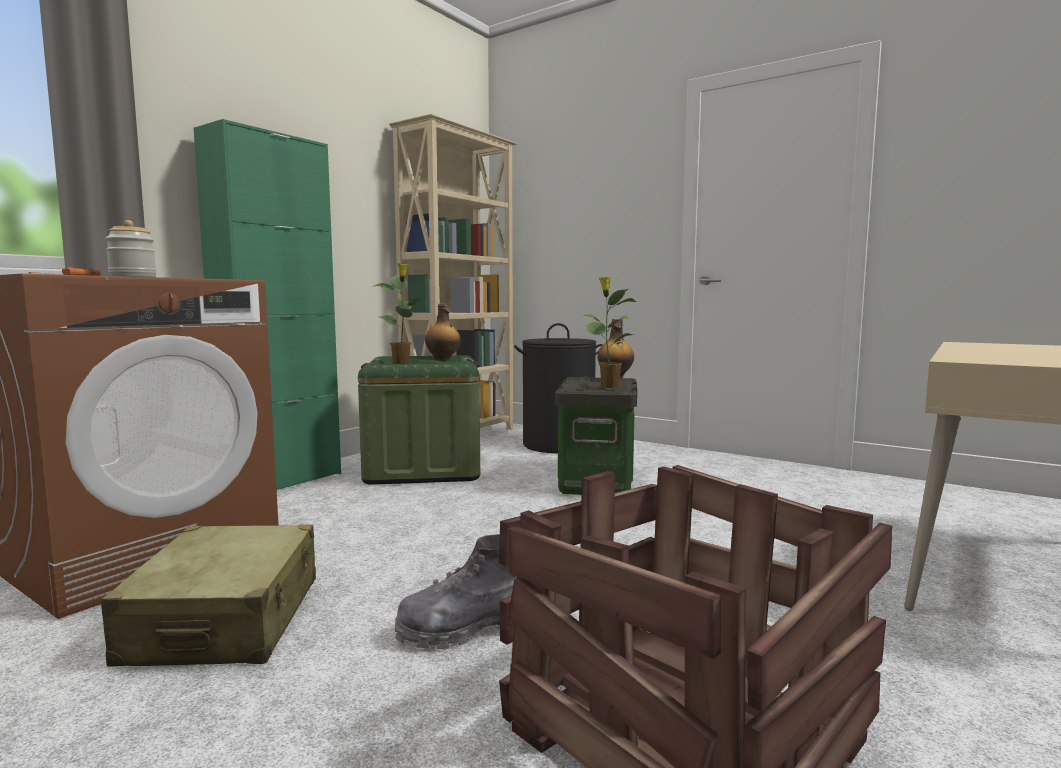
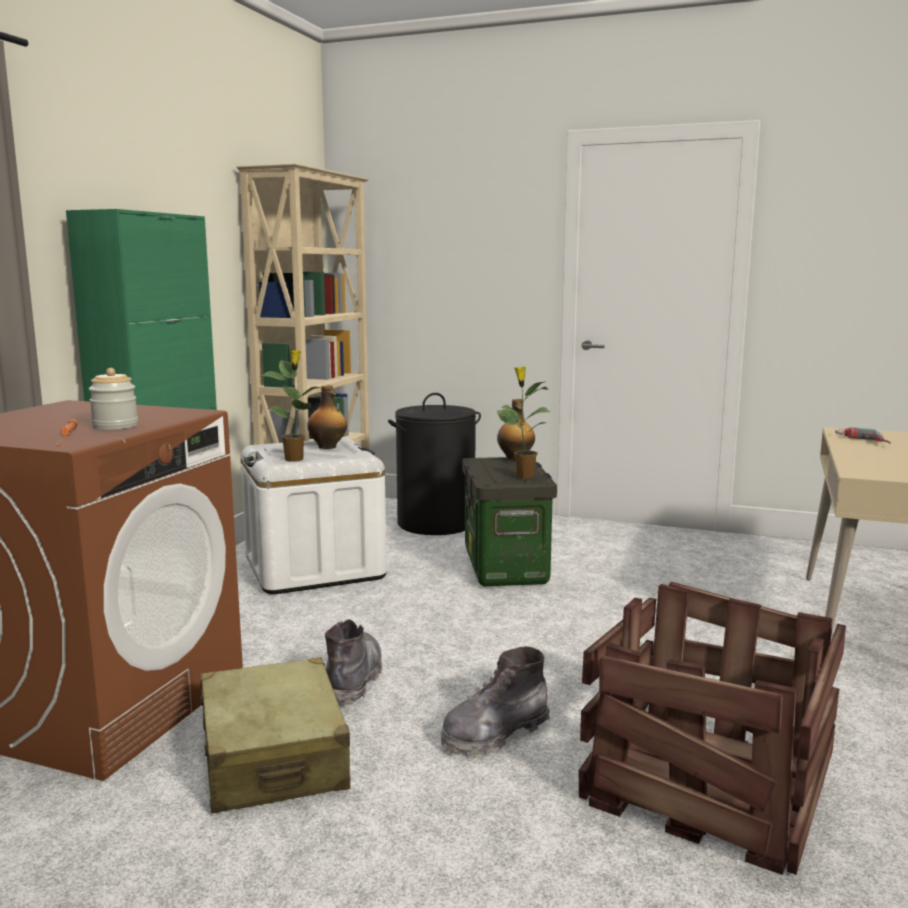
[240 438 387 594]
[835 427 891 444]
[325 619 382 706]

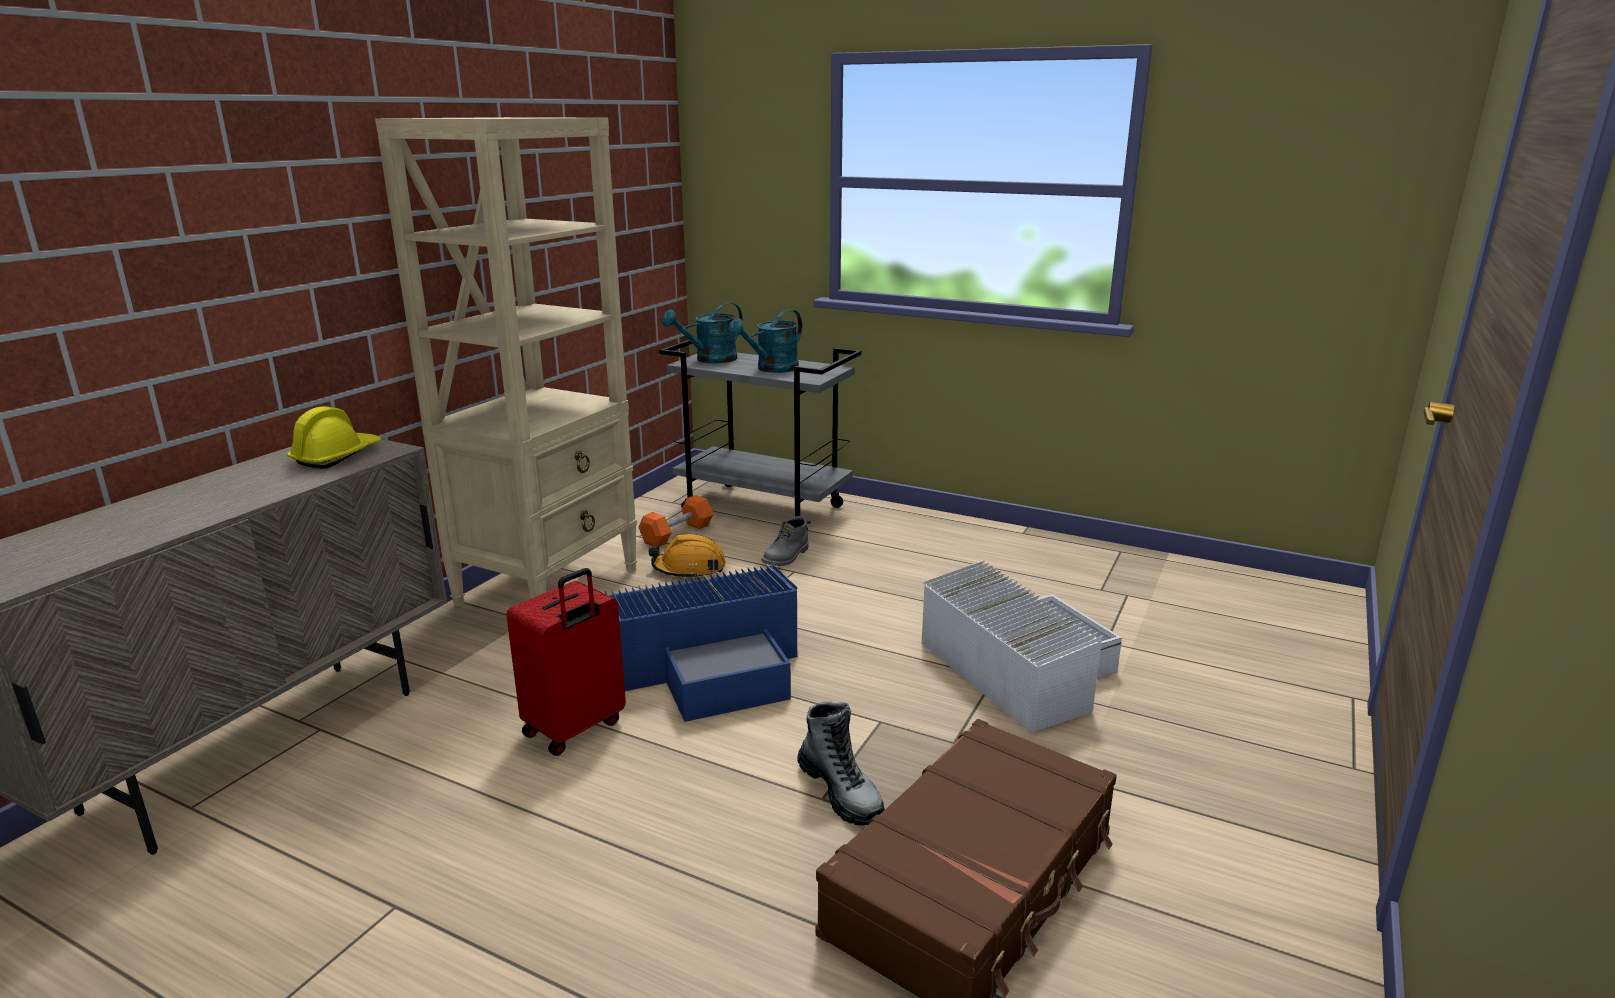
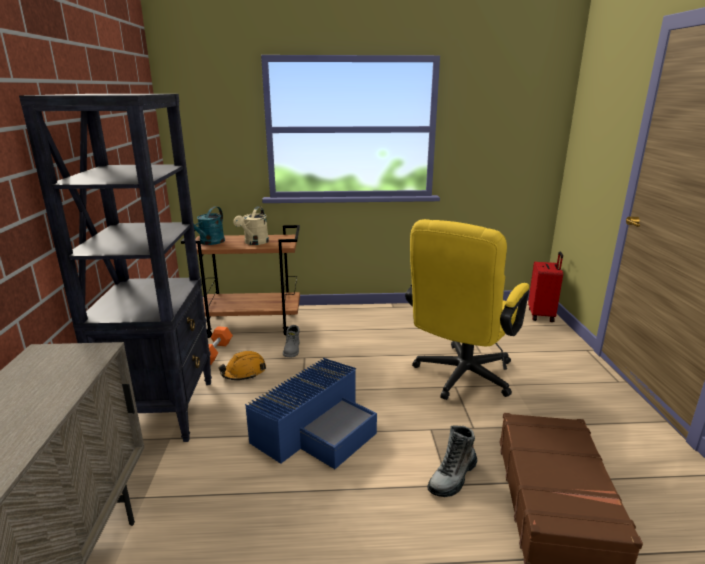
[19 94 212 442]
[234 206 269 245]
[181 225 300 338]
[287 406 381 469] (first image)
[405 219 529 400]
[528 251 563 322]
[427 426 478 497]

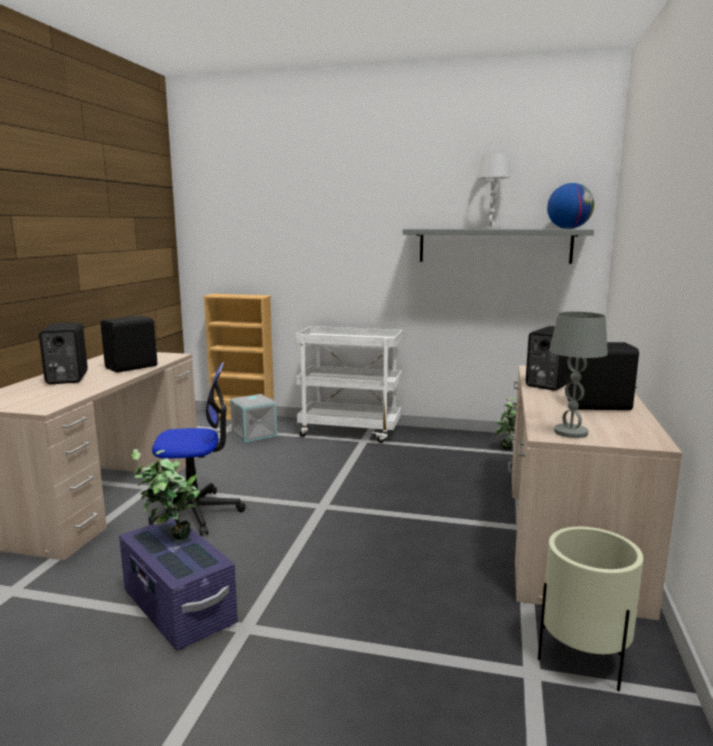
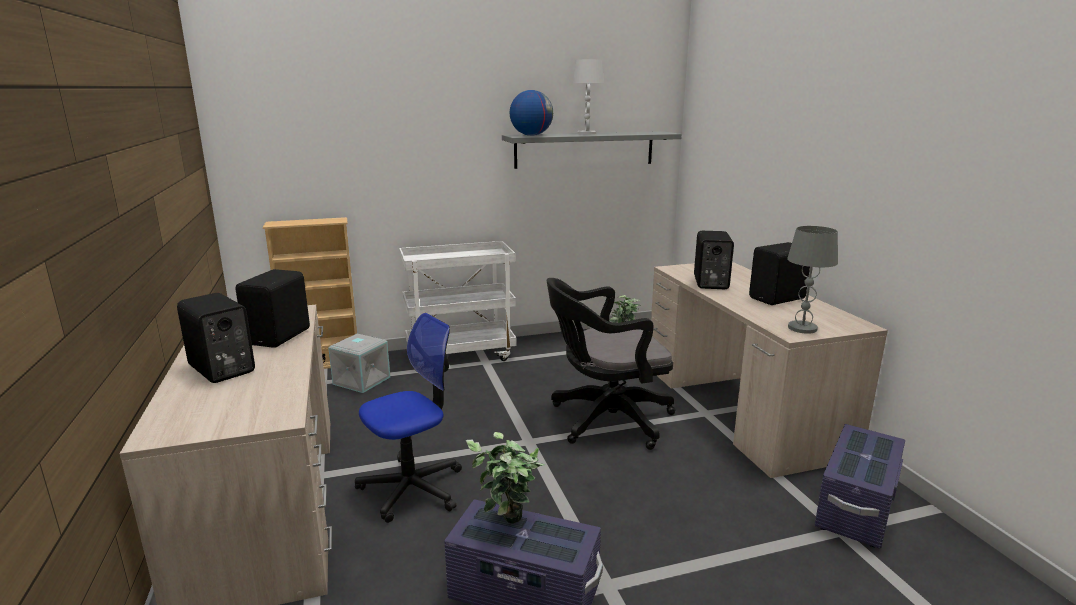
[510 90 553 136]
[815 424 905 549]
[546 278 675 450]

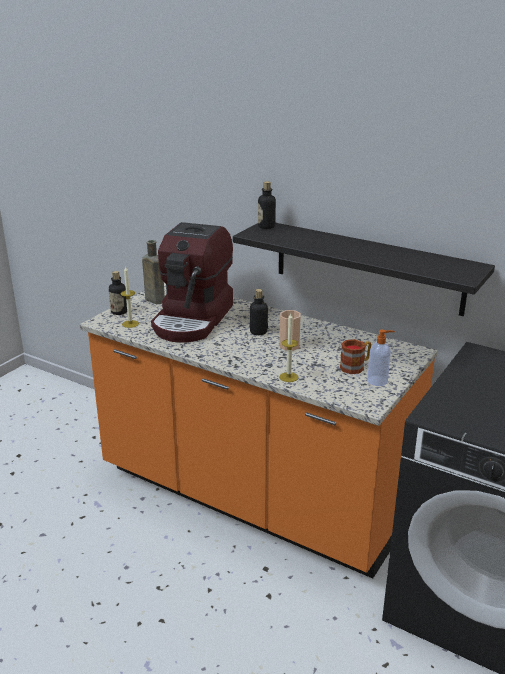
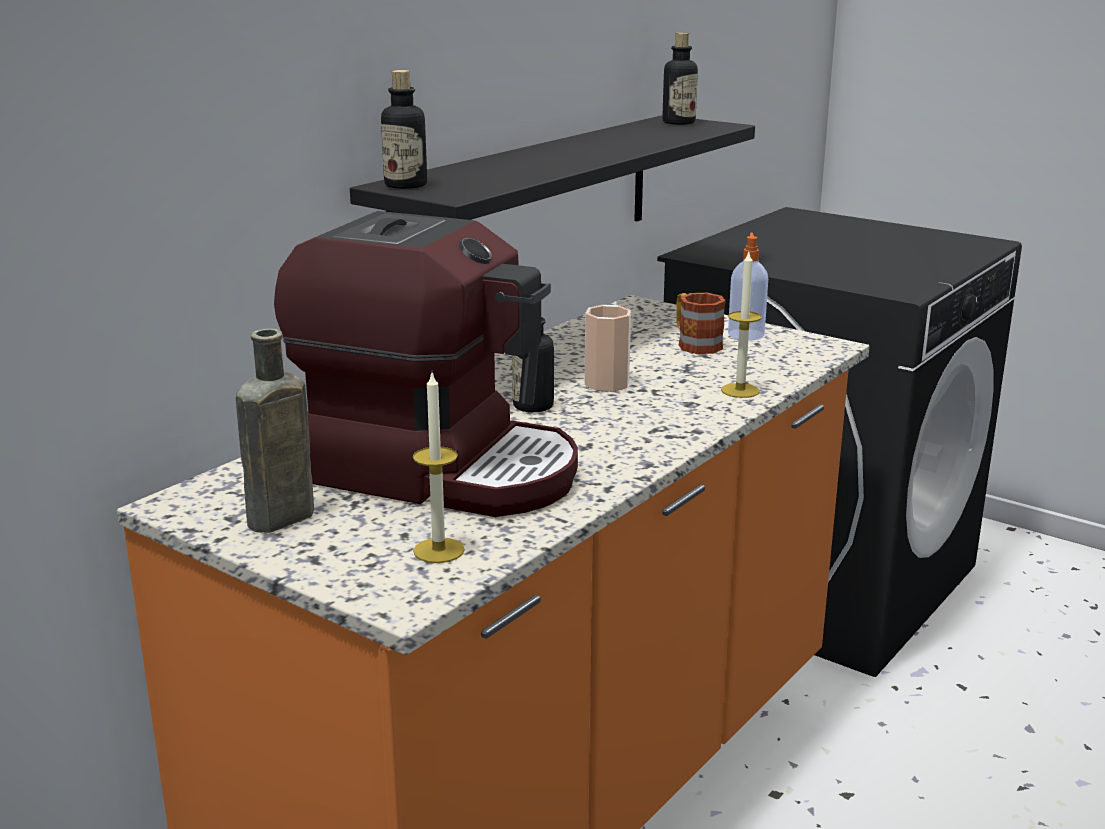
[662 32 698 125]

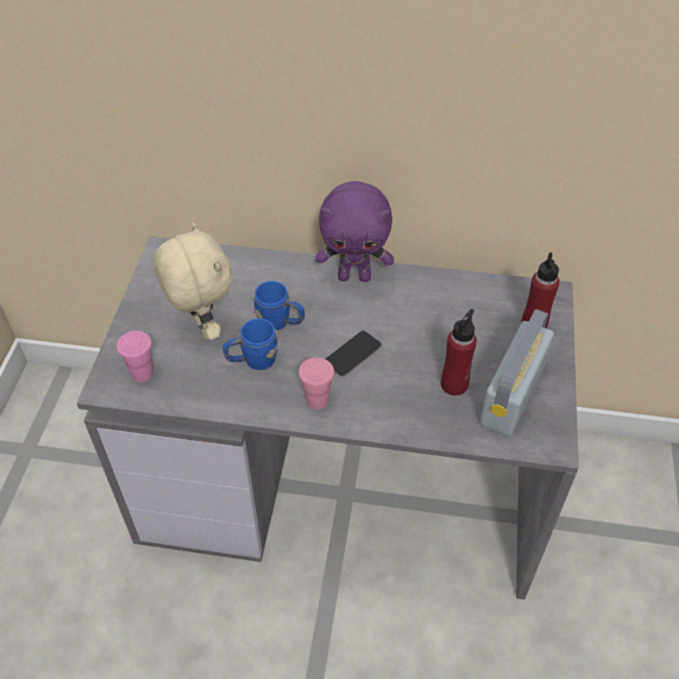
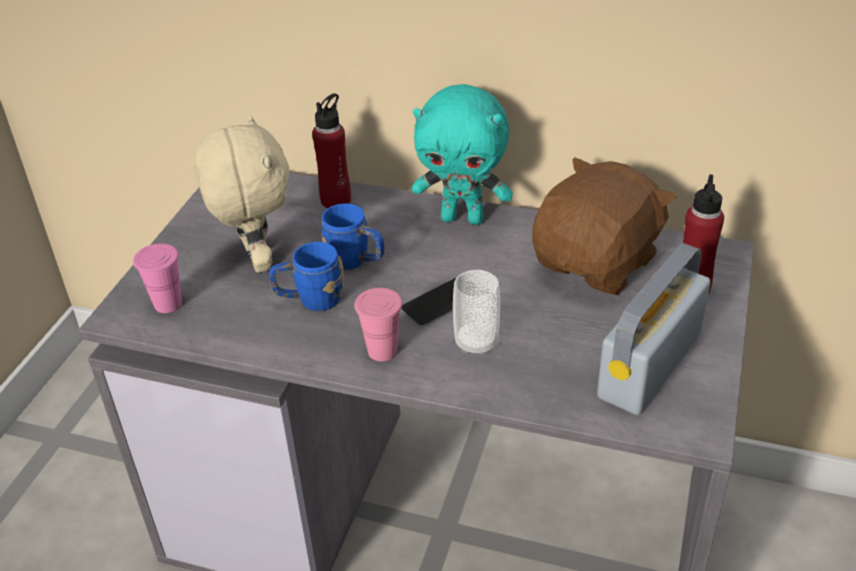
[412 84 513 225]
[312 93 351 208]
[532 157 677 295]
[453 270 500 356]

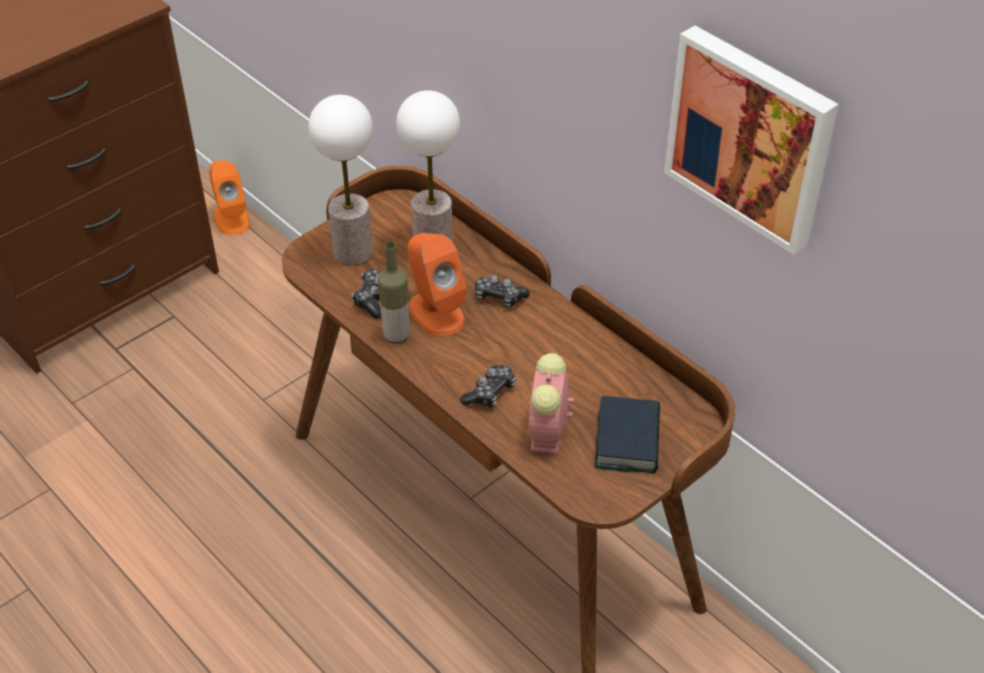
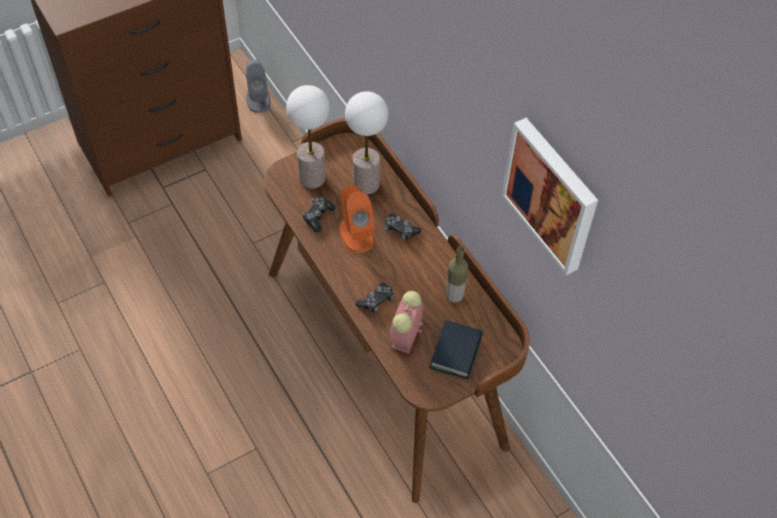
[246 59 270 113]
[446 246 468 303]

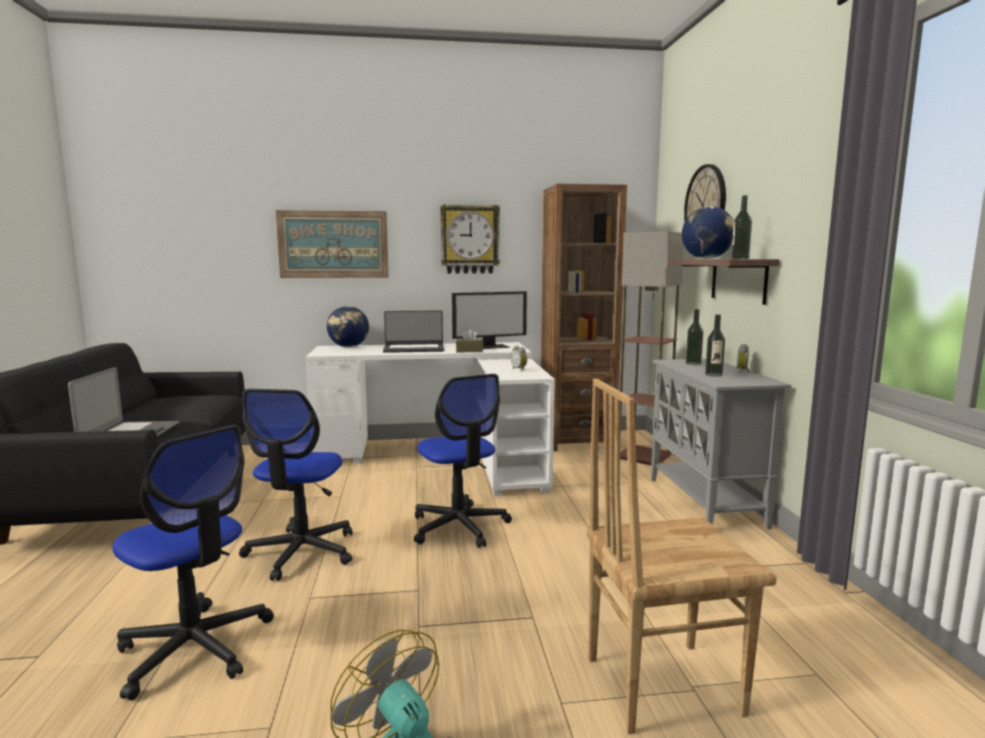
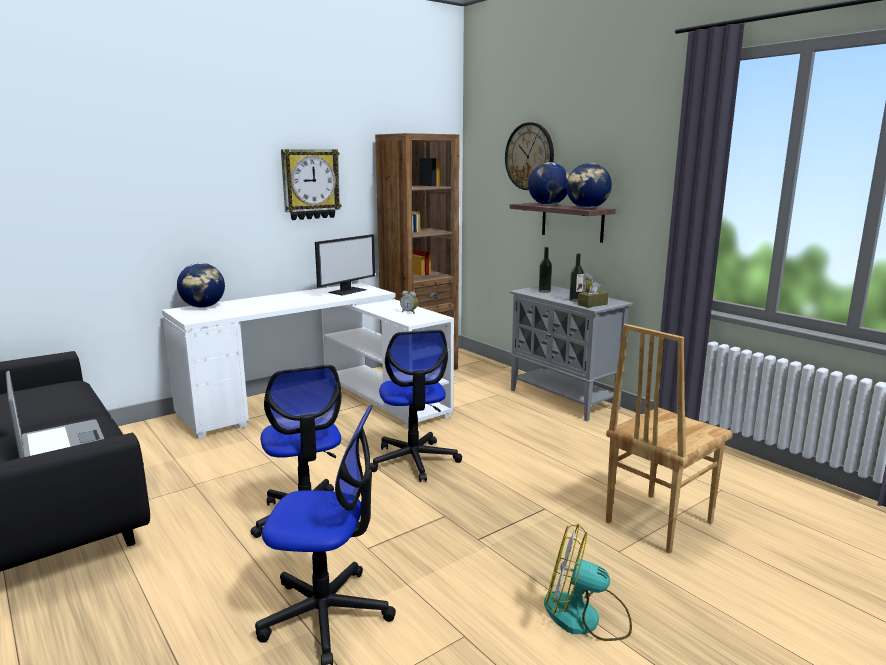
[566 163 612 208]
[276 210 389 278] (first image)
[620 231 684 465] (first image)
[383 310 444 353] (first image)
[578 282 608 308]
[370 330 462 482]

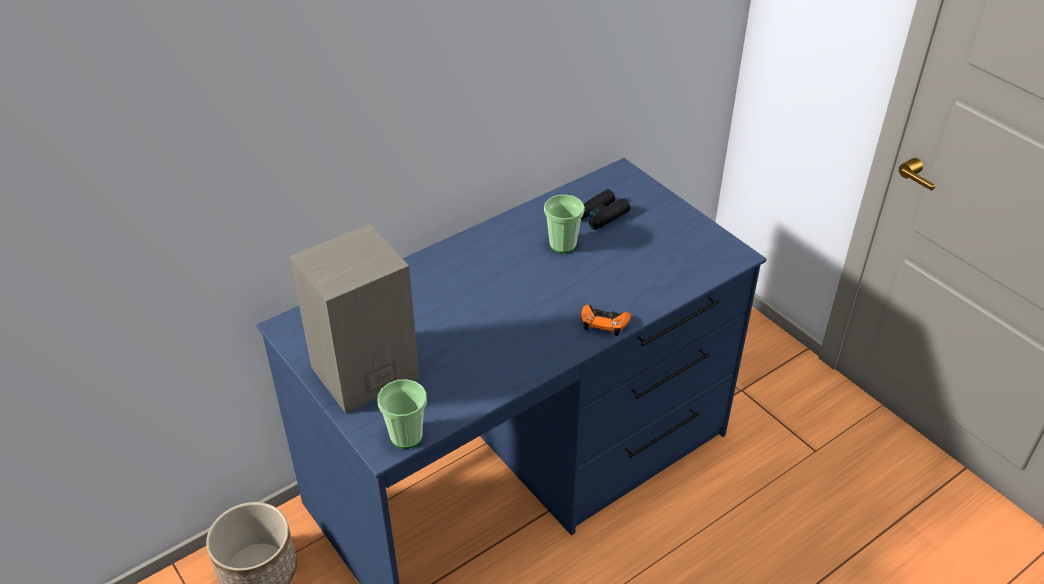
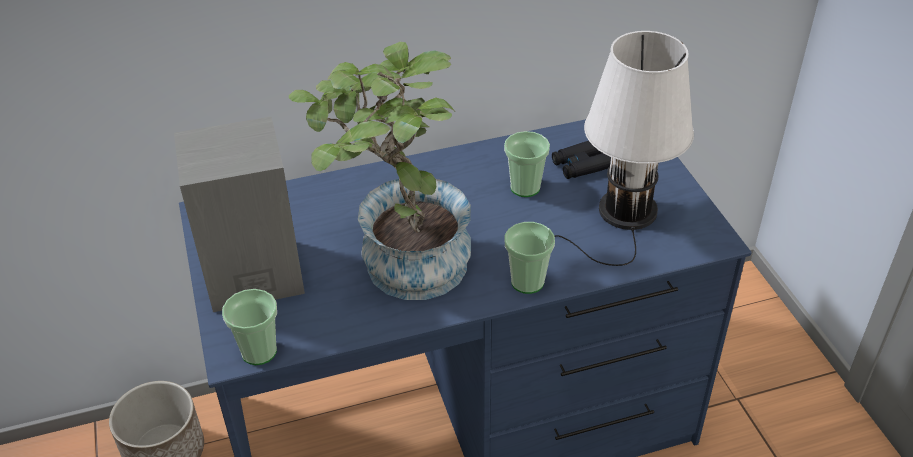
[504 222 555 294]
[555 31 694 266]
[289 42 471 300]

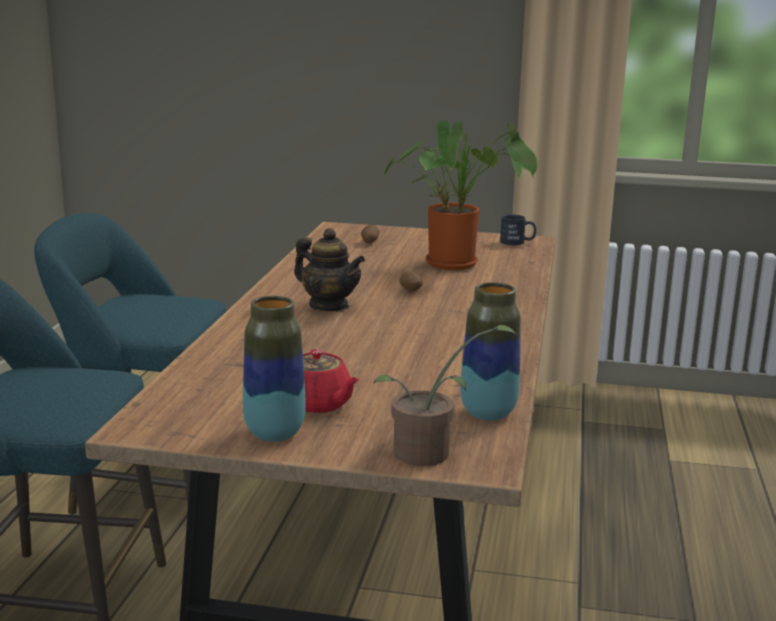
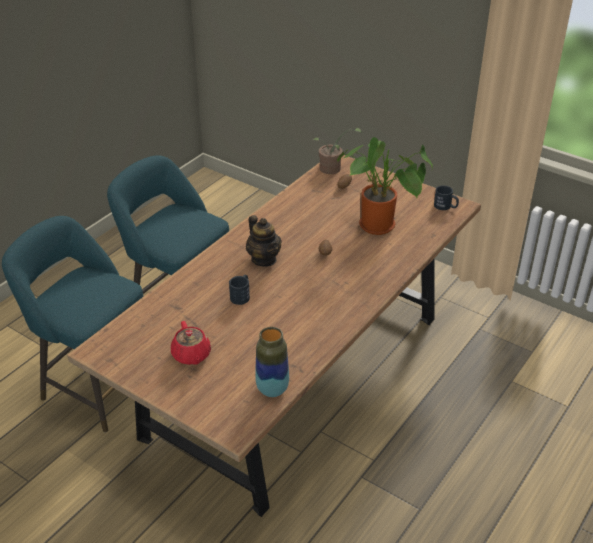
[243 296 306 442] (first image)
[313 128 362 174]
[229 275 250 305]

